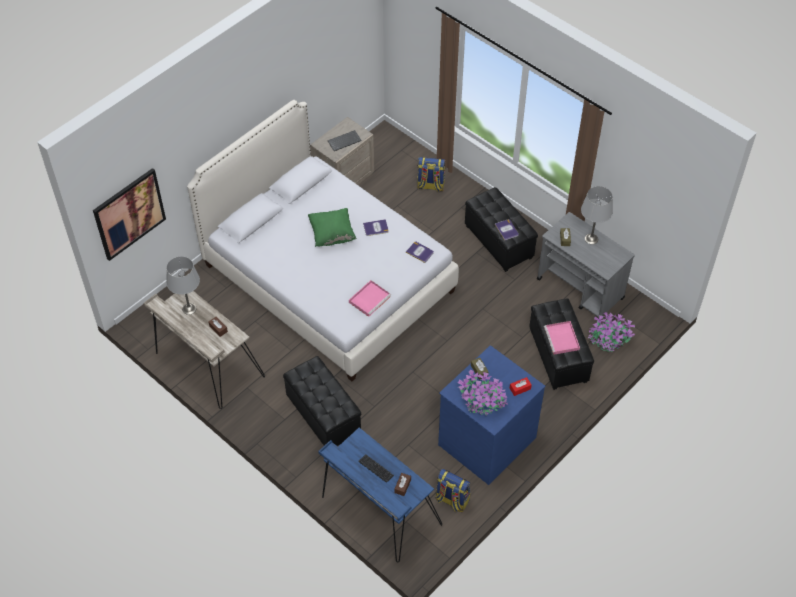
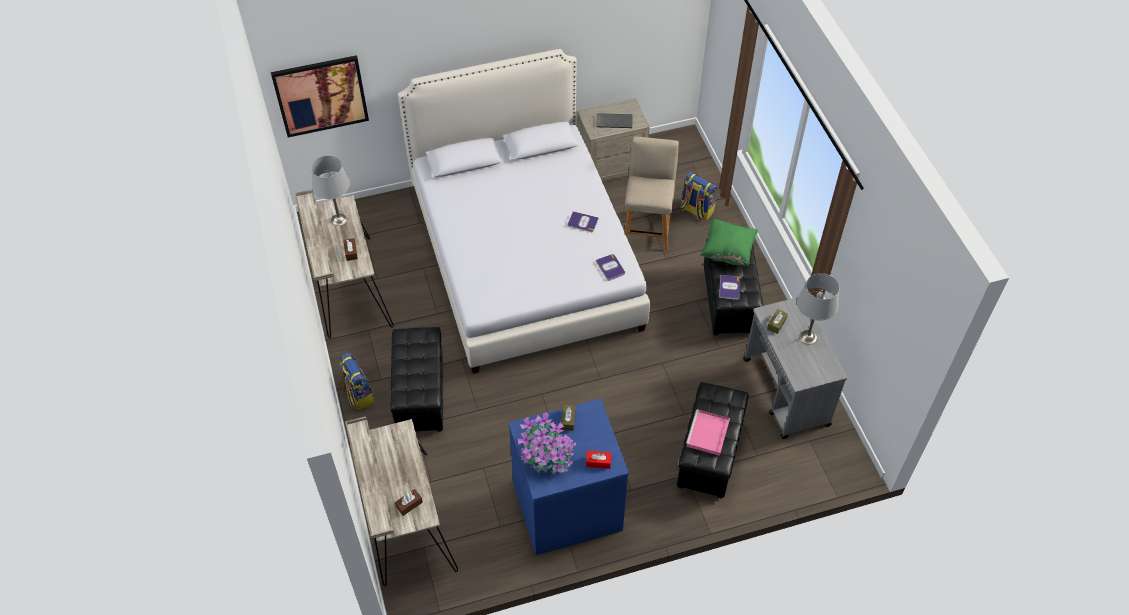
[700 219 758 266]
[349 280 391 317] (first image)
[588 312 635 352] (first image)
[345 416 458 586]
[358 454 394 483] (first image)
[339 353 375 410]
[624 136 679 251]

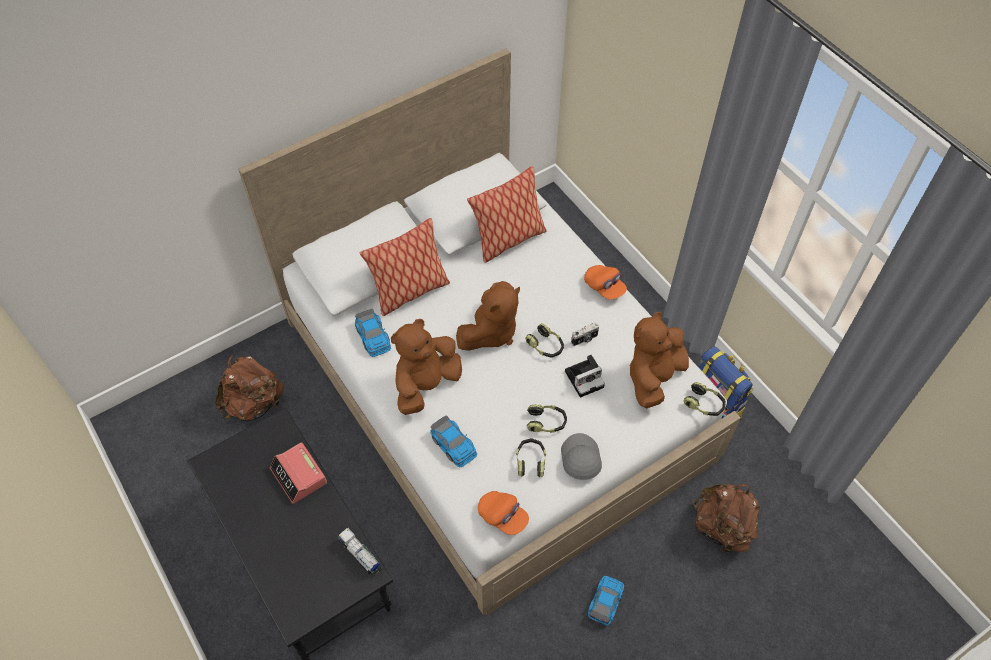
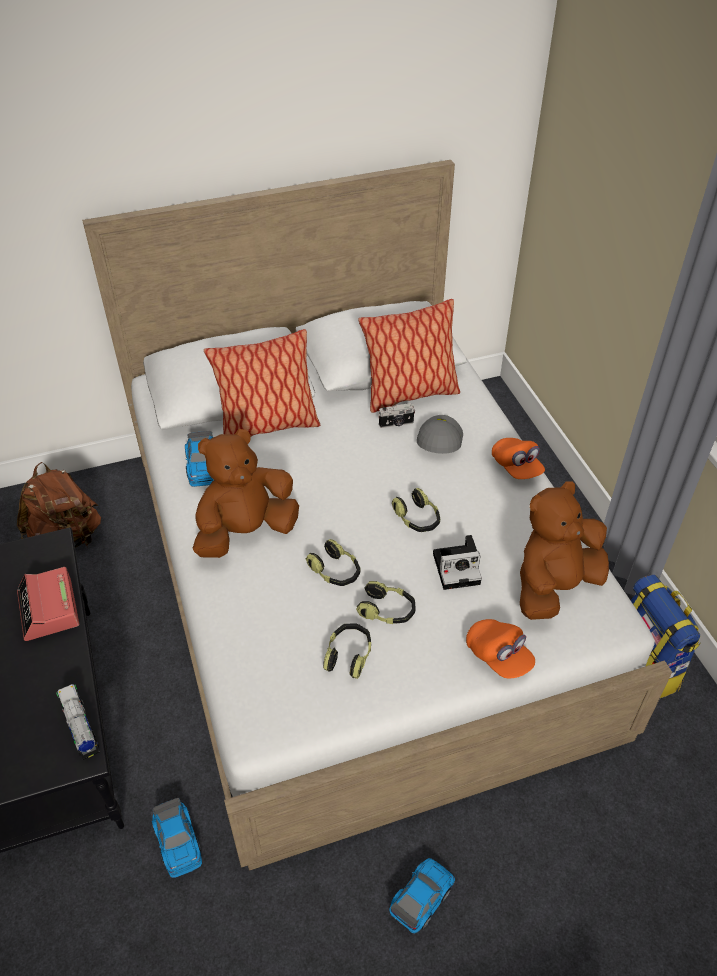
[456 281 520 351] (first image)
[378 403 415 428]
[306 539 360 586]
[152 798 202 878]
[417 415 463 454]
[694 484 760 553] (first image)
[466 619 535 678]

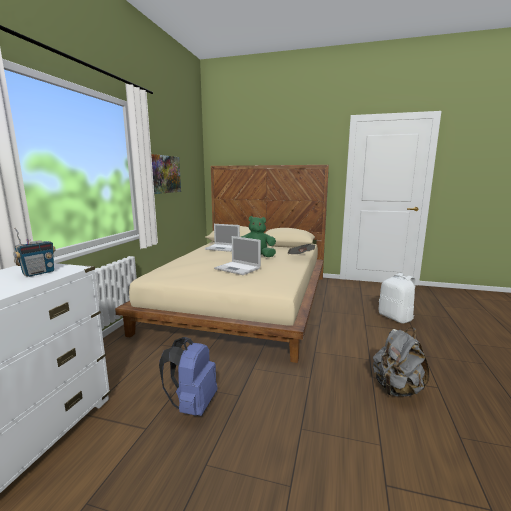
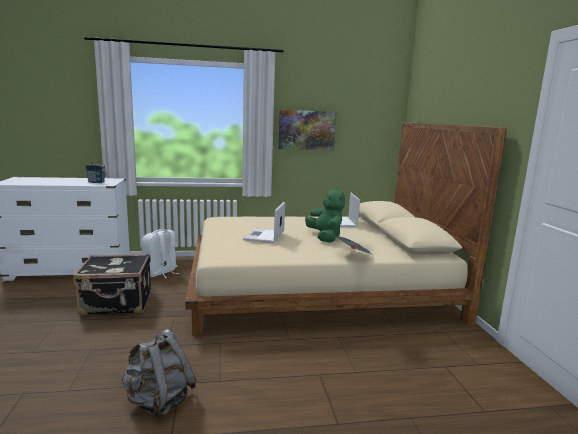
[141 229 179 278]
[73 254 151 315]

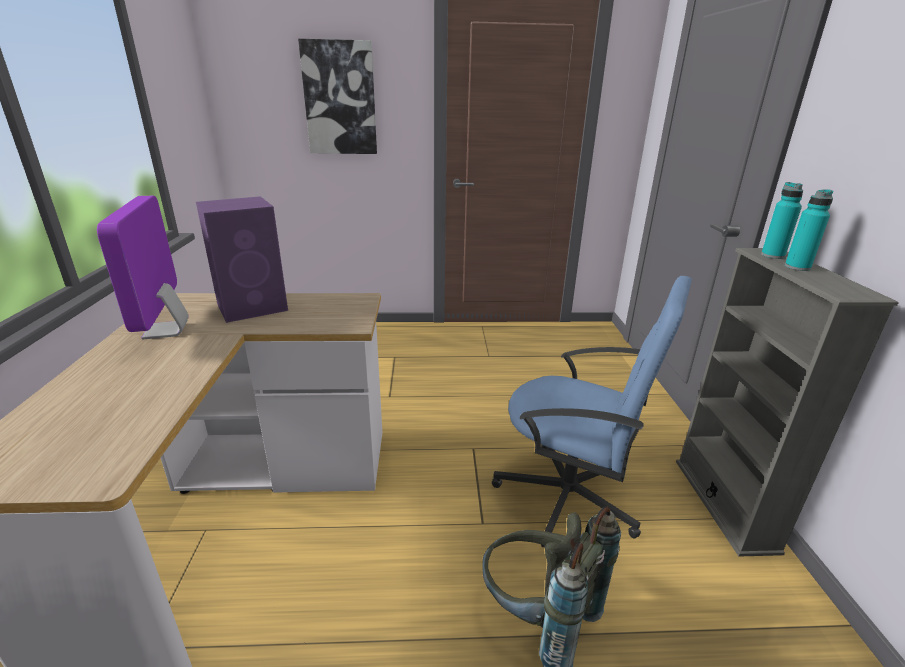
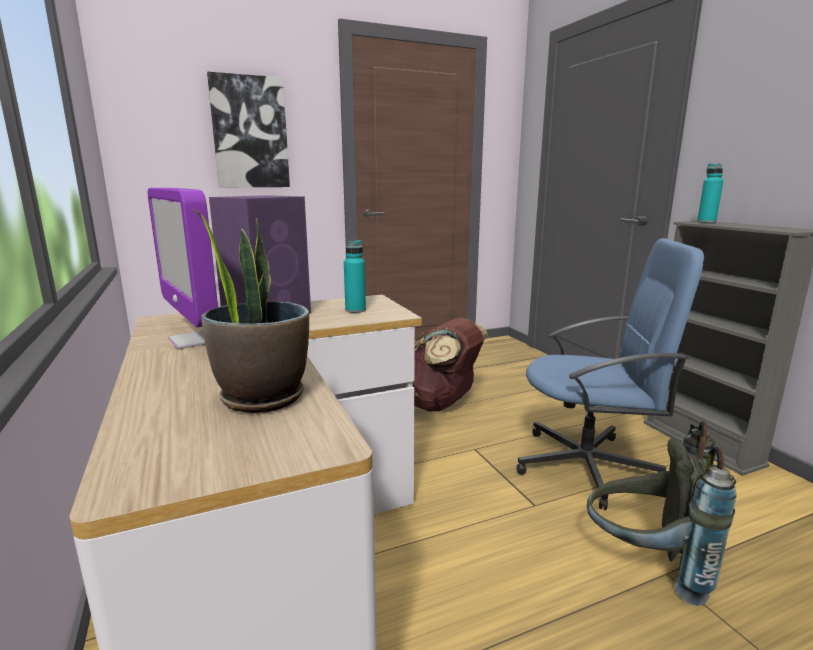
[344 240 366 313]
[194 210 309 413]
[413 318 489 411]

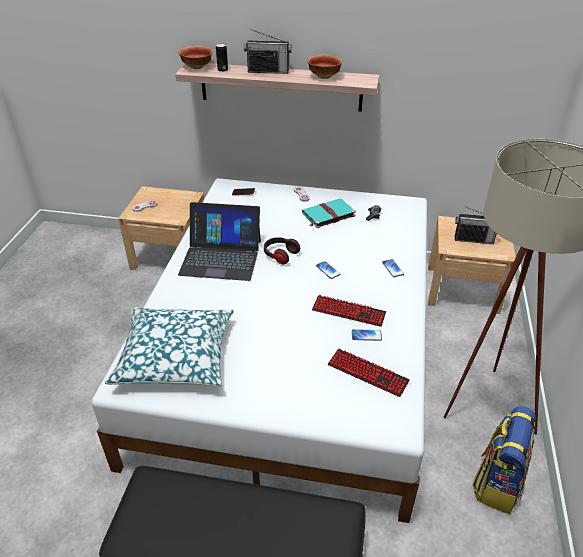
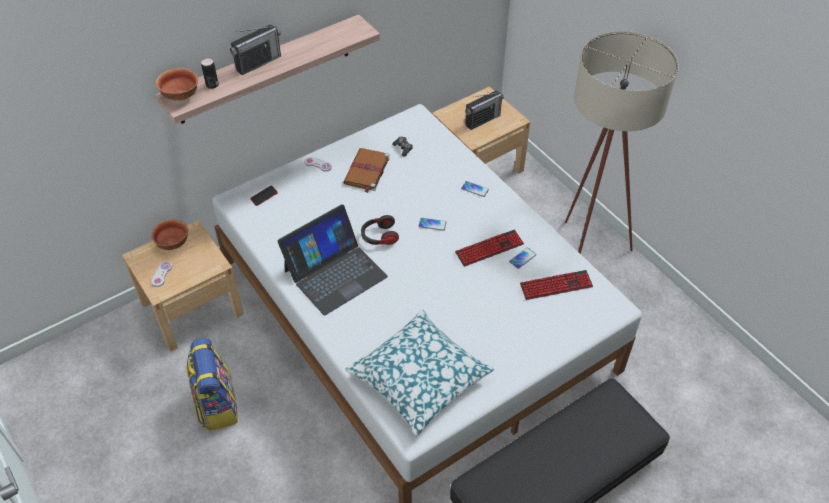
[151 219 188 250]
[343 148 390 193]
[187 338 238 431]

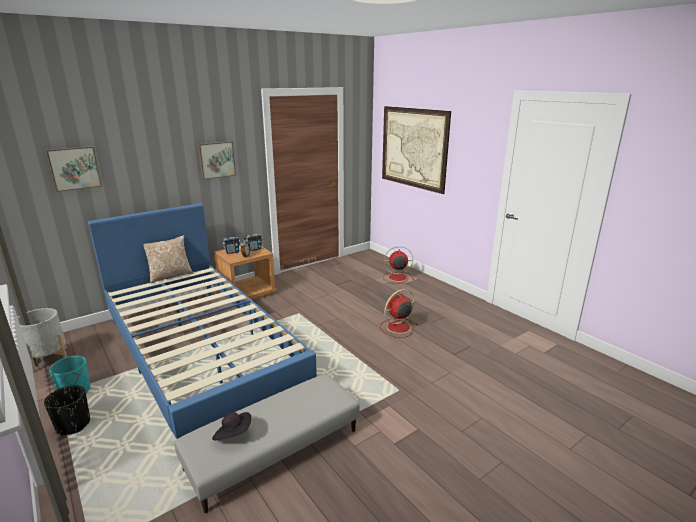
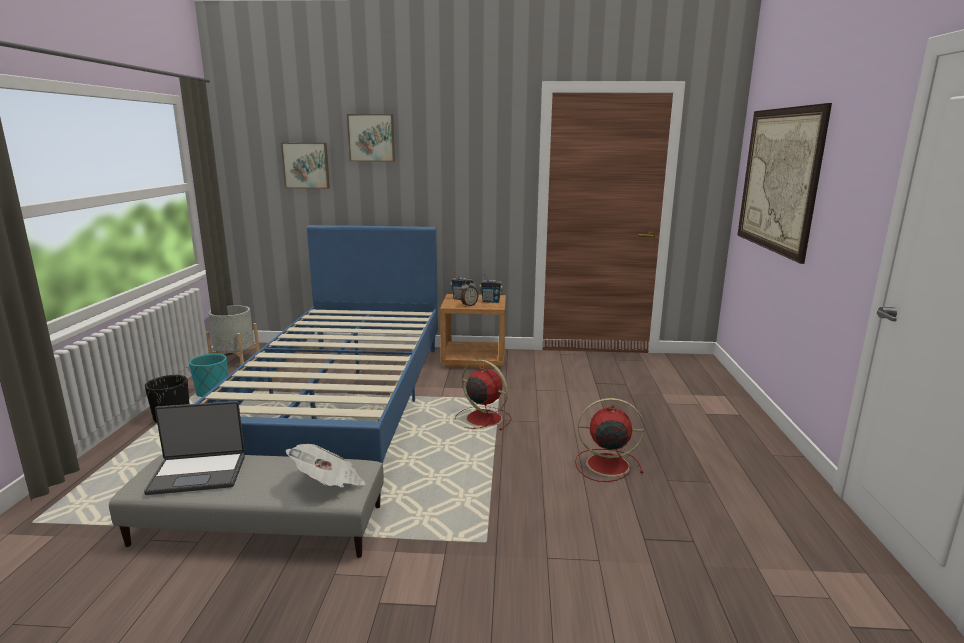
[347 114 395 162]
[143 235 194 283] (first image)
[455 359 512 431]
[144 401 245 495]
[286 444 366 488]

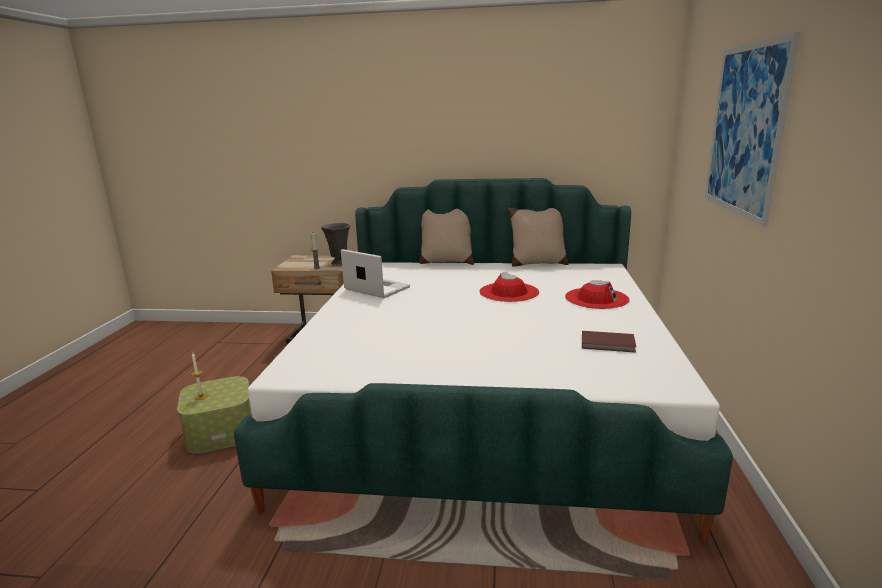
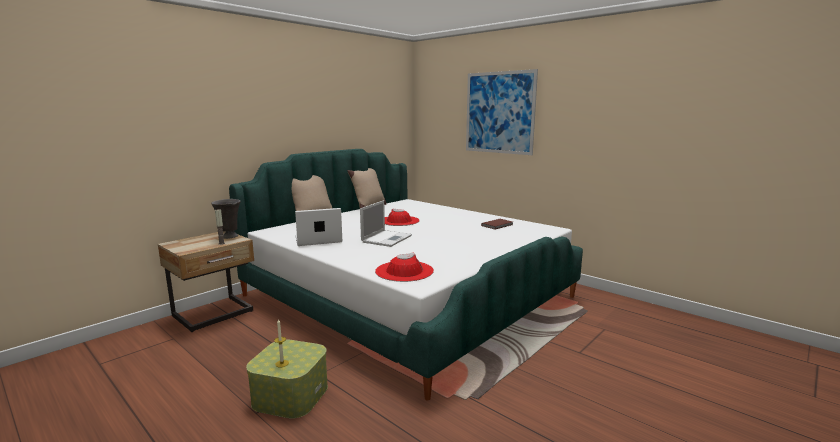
[375 252 434 282]
[360 200 412 247]

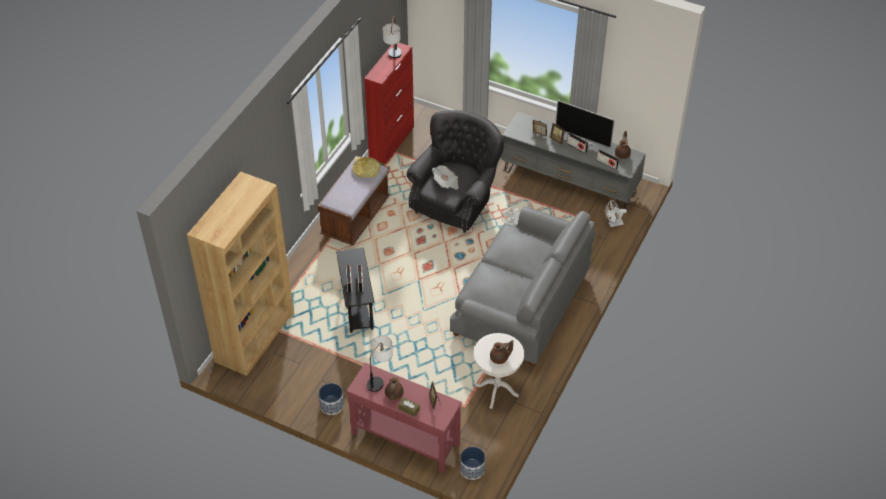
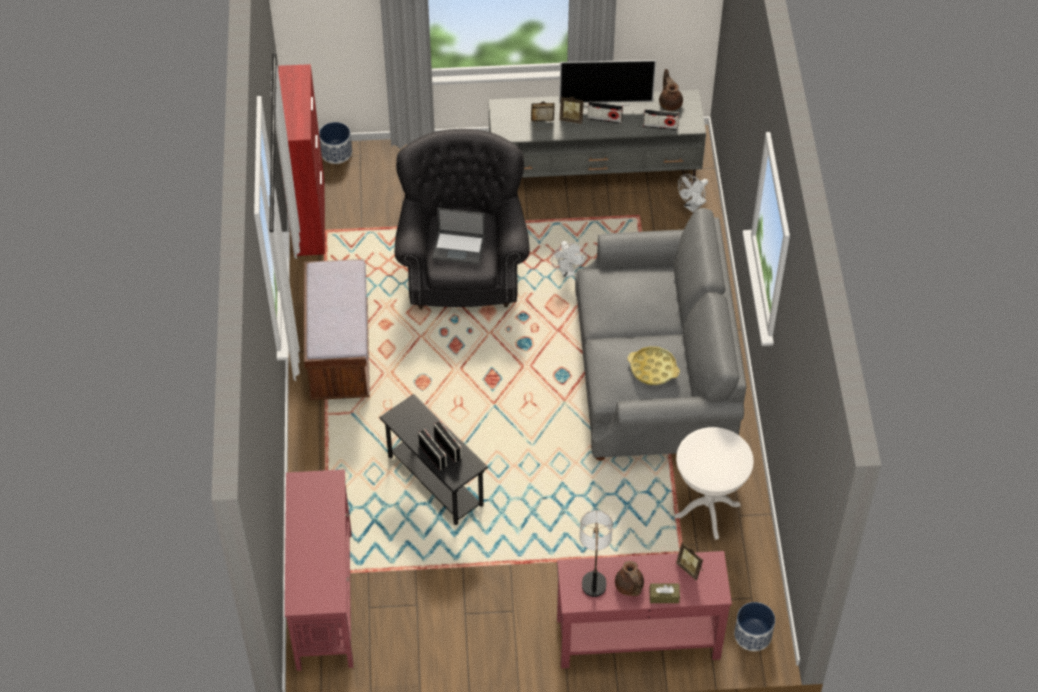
[383 16 402 58] (first image)
[628 346 680 385]
[432 208 485 265]
[285 469 353 671]
[490 340 513 364] (first image)
[319 122 352 164]

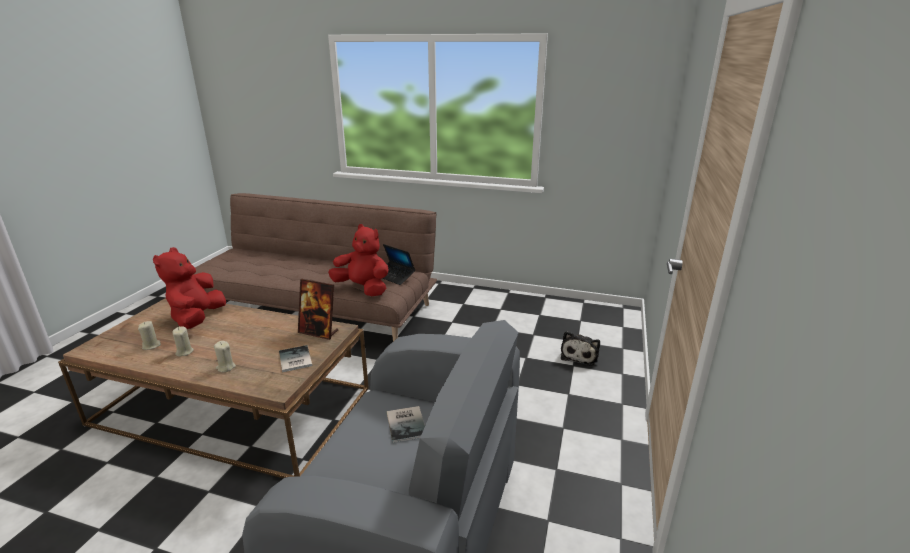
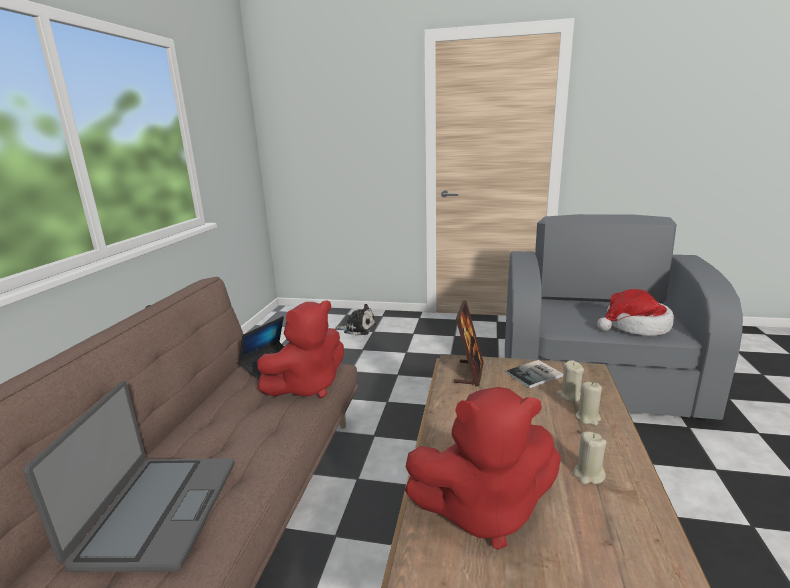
[257 300 344 398]
[557 360 584 402]
[387 406 425 443] (first image)
[597 289 674 336]
[24 381 234 572]

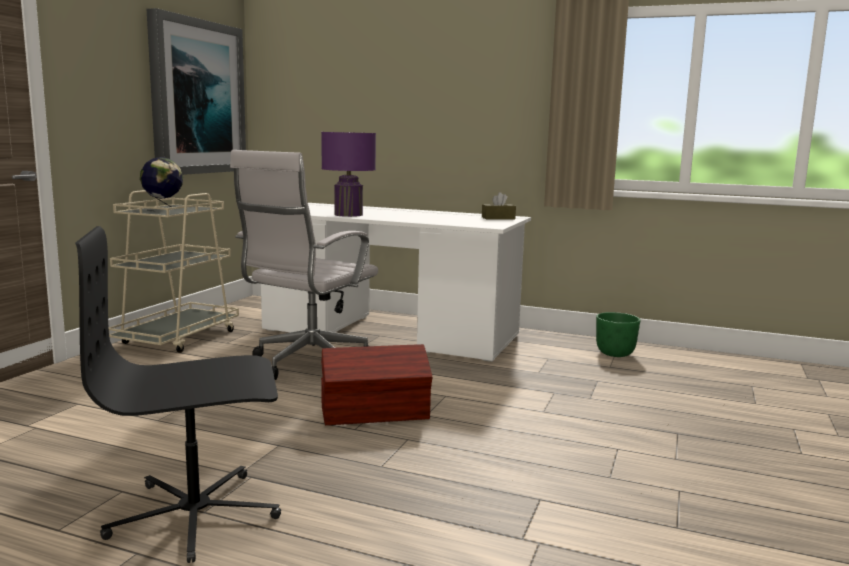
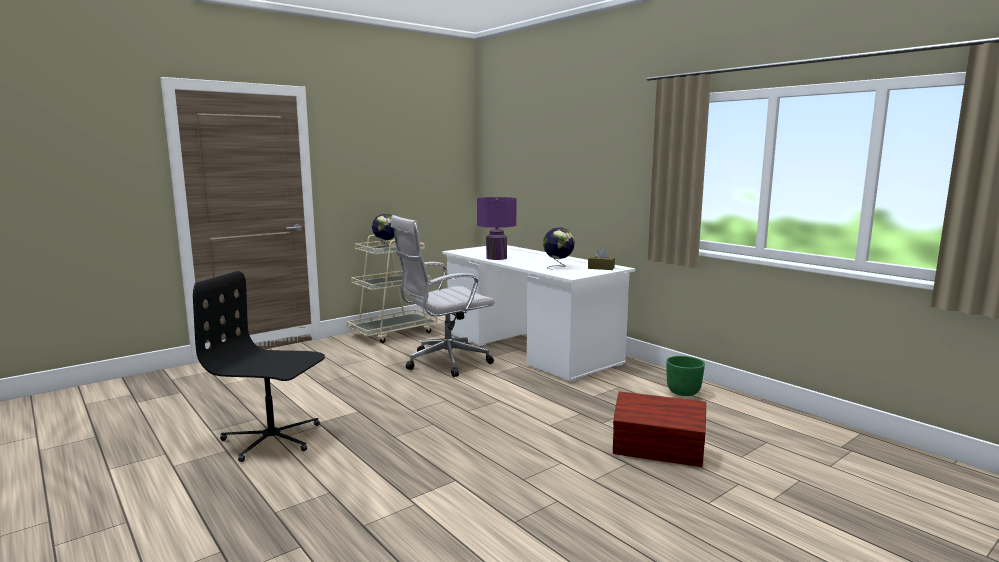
[146 8 246 175] (first image)
[613 392 706 467]
[543 227 575 270]

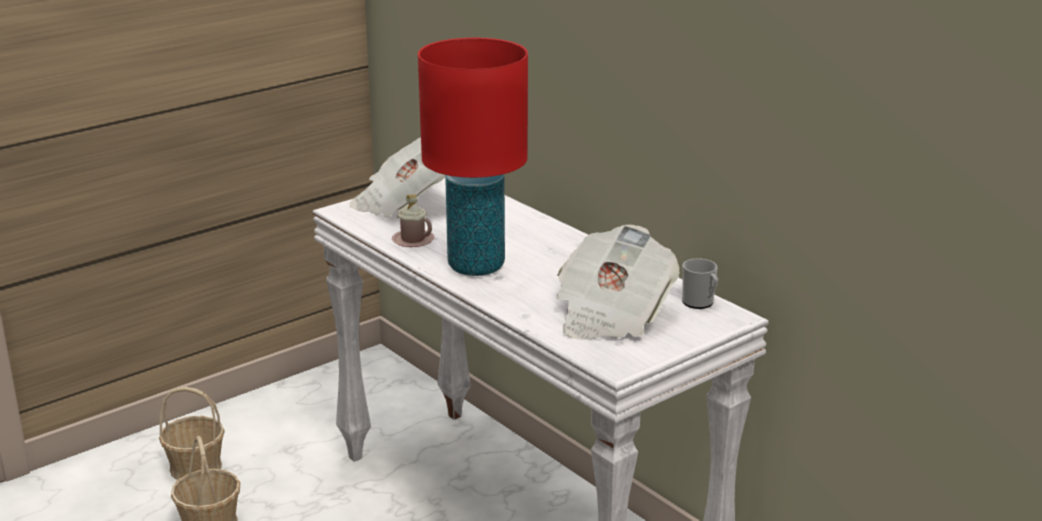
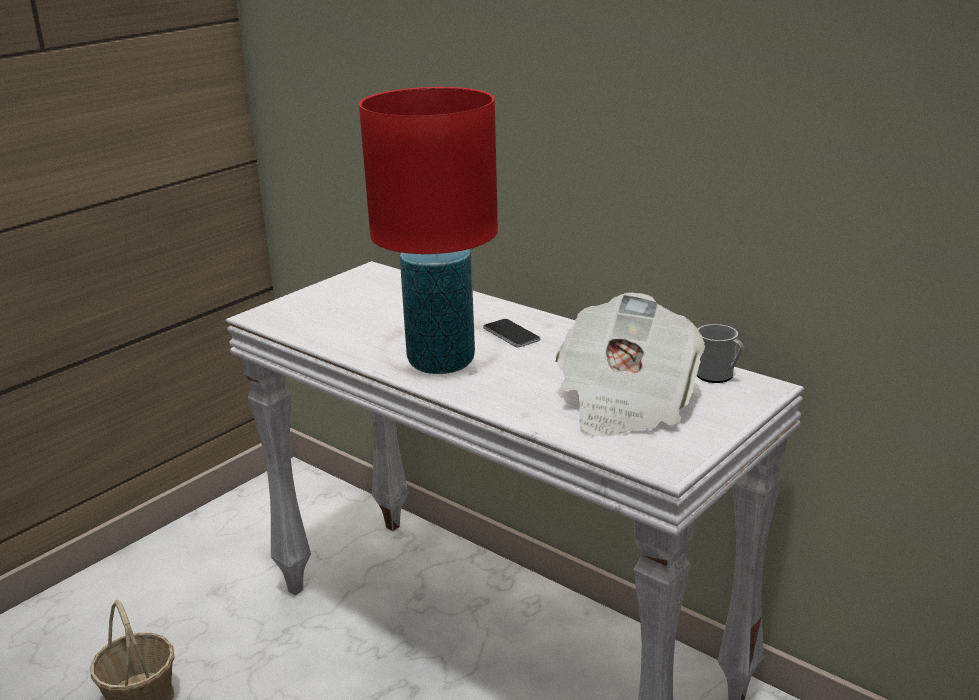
[350 137 445 217] (first image)
[392 194 434 247] (first image)
[159 387 225 480] (first image)
[483 319 541 347]

